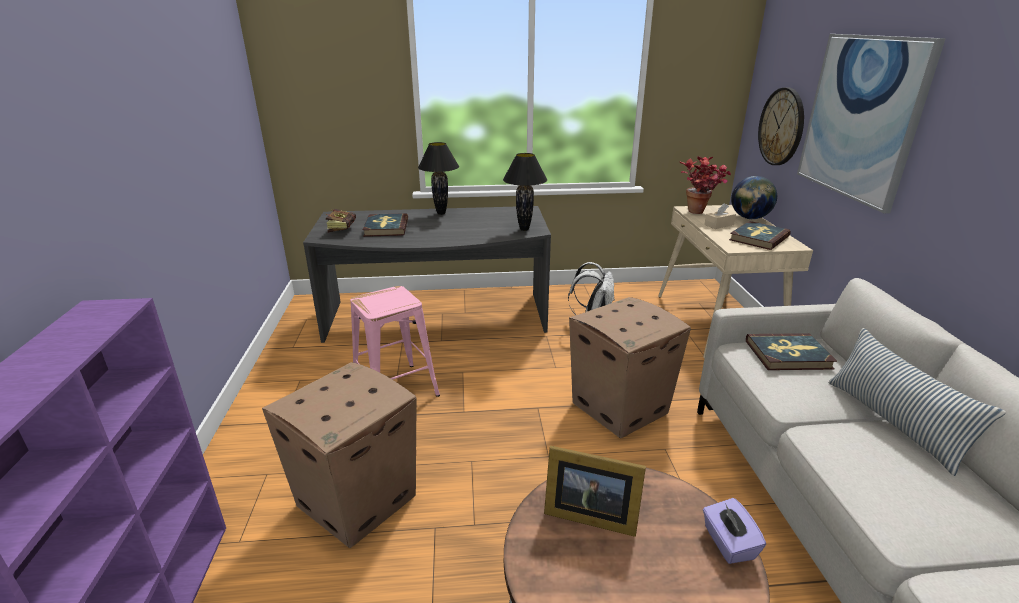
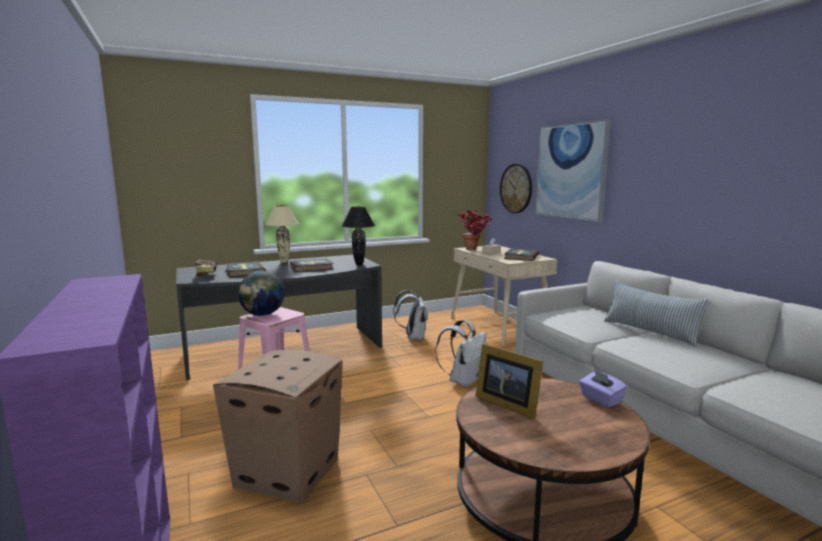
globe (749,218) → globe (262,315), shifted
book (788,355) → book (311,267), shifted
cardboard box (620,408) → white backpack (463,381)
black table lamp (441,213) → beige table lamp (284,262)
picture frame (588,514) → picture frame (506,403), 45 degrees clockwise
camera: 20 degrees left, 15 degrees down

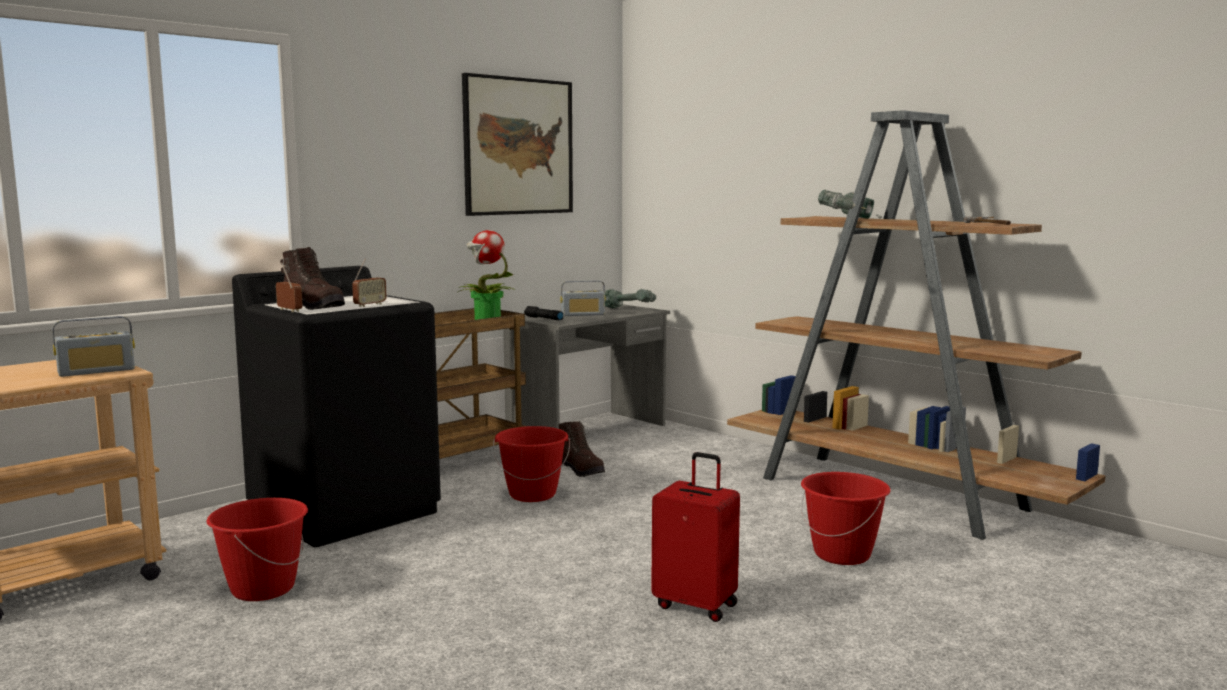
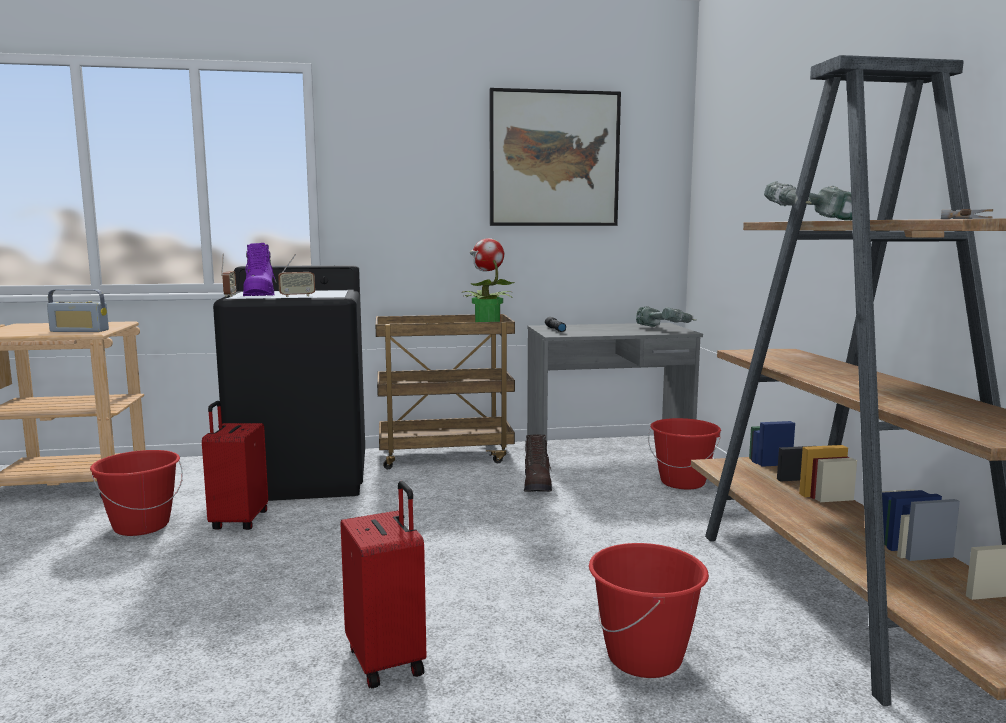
radio (583,314) → -
- → red suitcase (238,521)
red bucket (532,494) → red bucket (683,482), shifted
brown boot (315,306) → purple boot (260,294)
camera: 35 degrees right, 0 degrees up

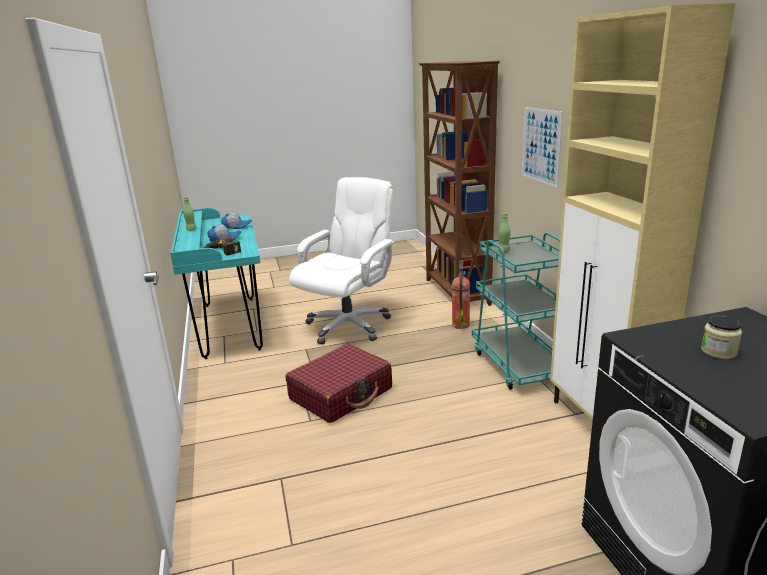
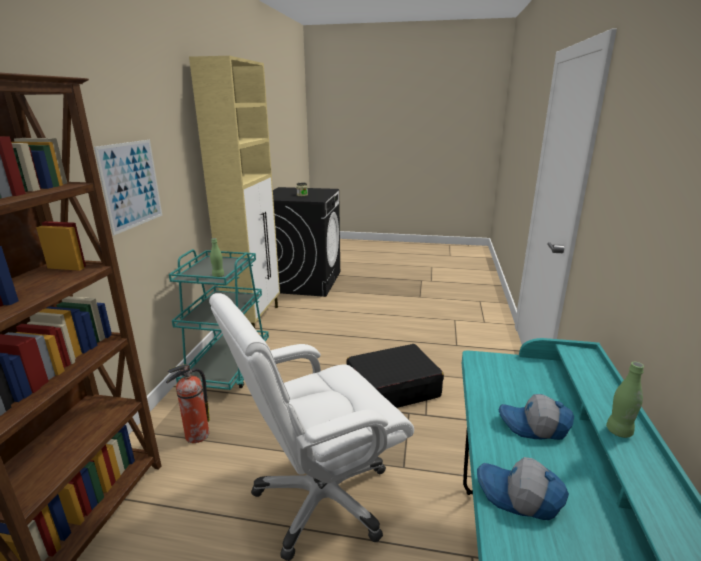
power drill (223,251) → -
red suitcase (341,394) → black suitcase (392,388)
camera: 155 degrees left, 0 degrees up

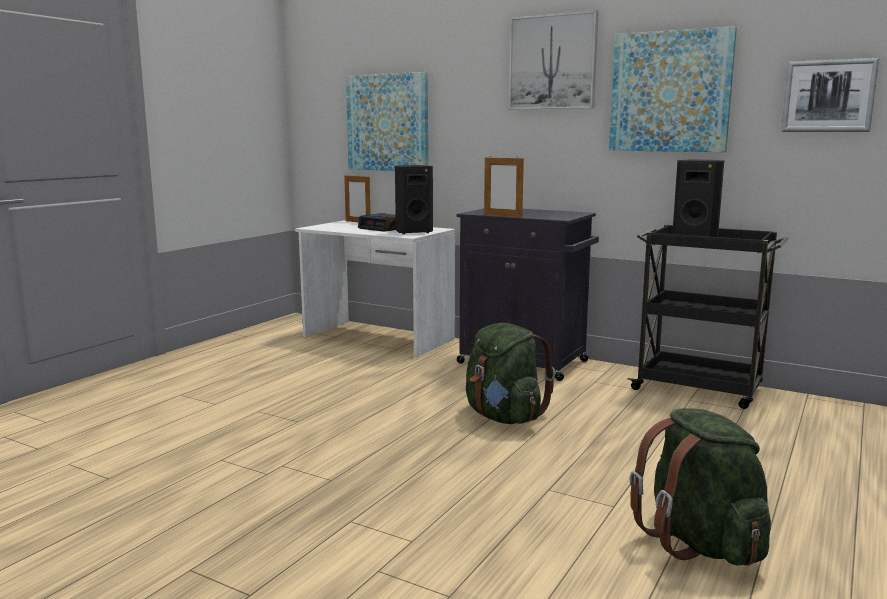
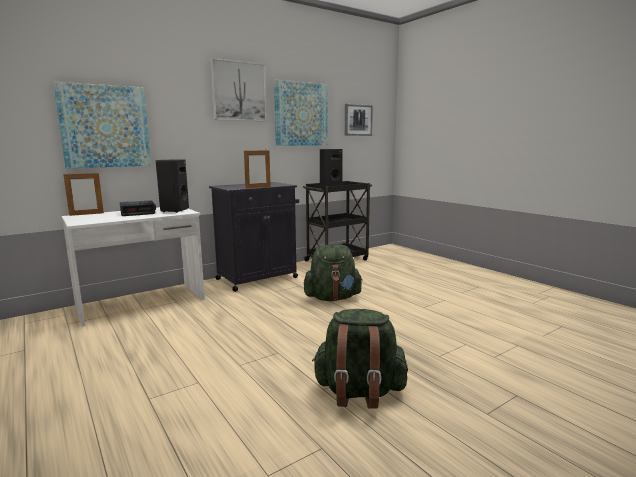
green backpack (700,542) → green backpack (359,392), shifted
camera: 65 degrees left, 0 degrees up

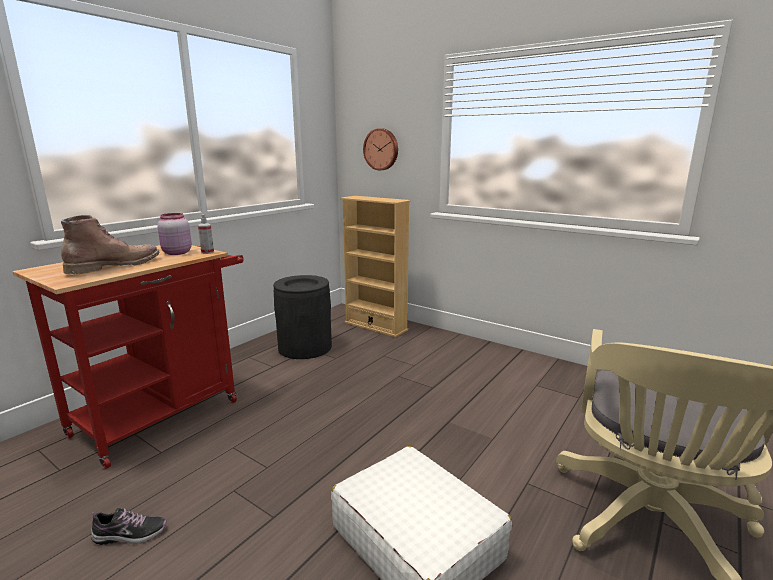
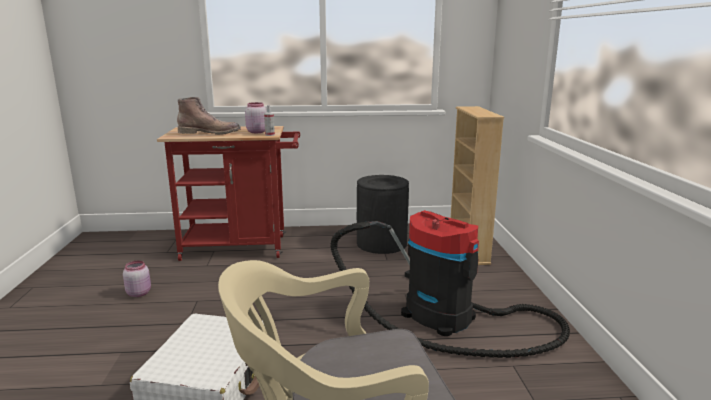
wall clock (381,149) → -
- → vacuum cleaner (446,319)
shoe (130,534) → pink jar (139,293)
camera: 50 degrees right, 0 degrees up

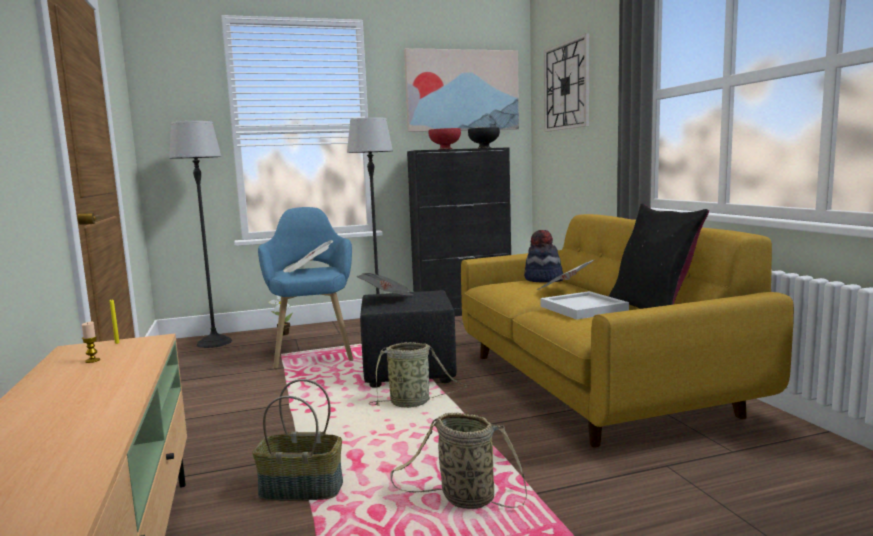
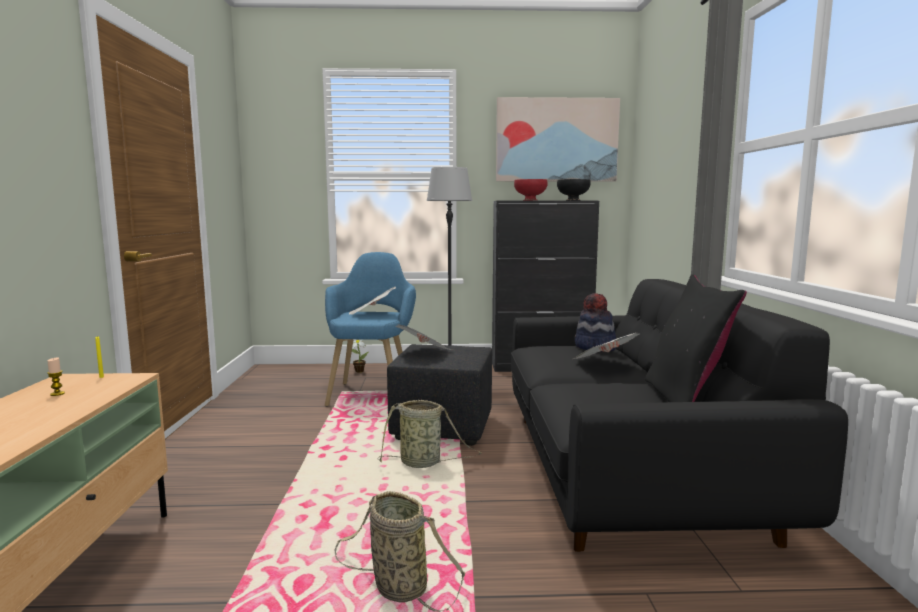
floor lamp (215,342) → -
basket (300,490) → -
white tray (582,308) → -
wall clock (566,86) → -
yellow sofa (592,383) → black sofa (624,470)
camera: 15 degrees right, 0 degrees up

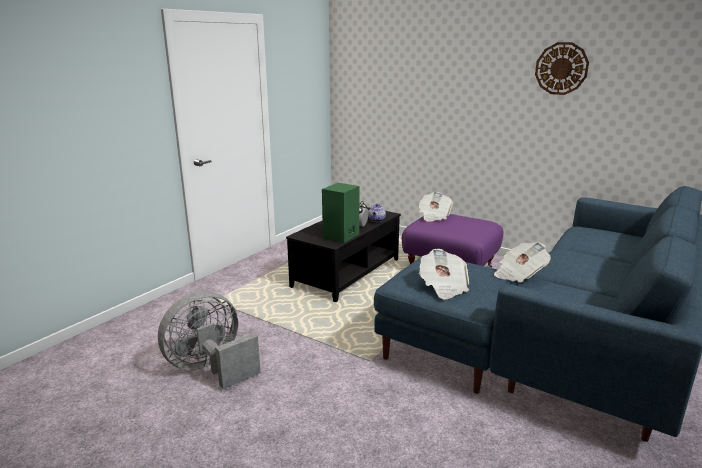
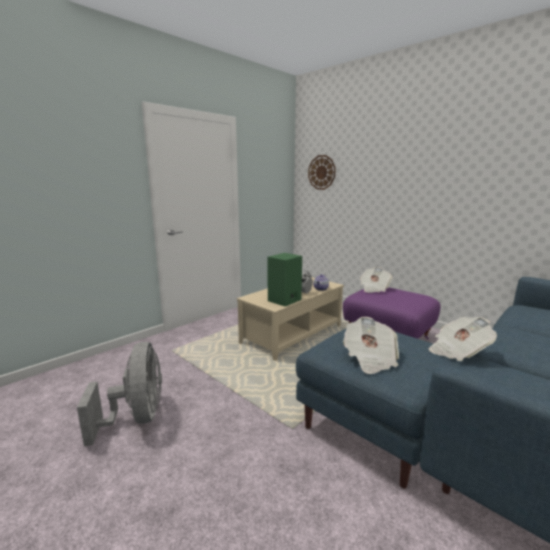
wall clock (561,68) → wall clock (321,172), shifted
black coffee table (347,273) → beige coffee table (293,334)
grey fan (211,368) → grey fan (137,418), 105 degrees clockwise
camera: 10 degrees right, 5 degrees down

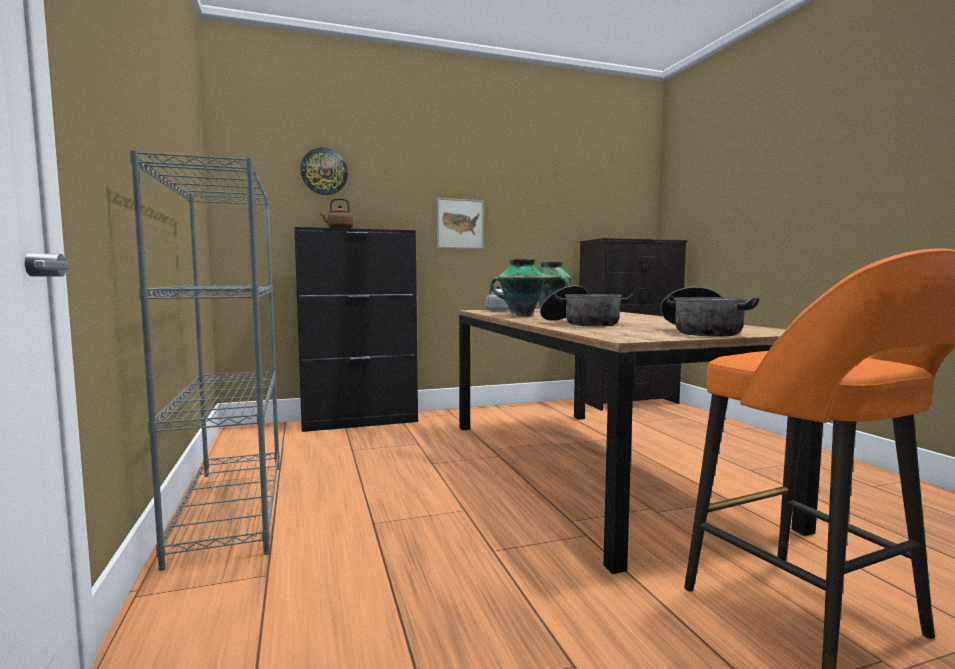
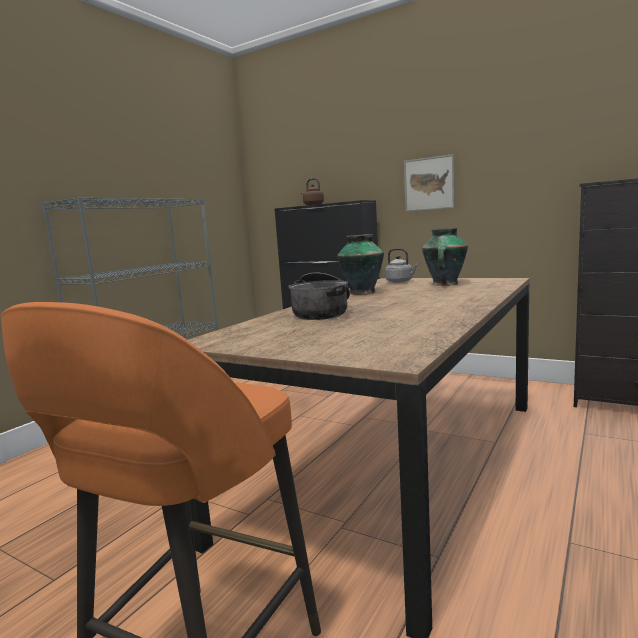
wall clock (324,171) → -
cooking pot (702,332) → -
camera: 50 degrees right, 5 degrees up

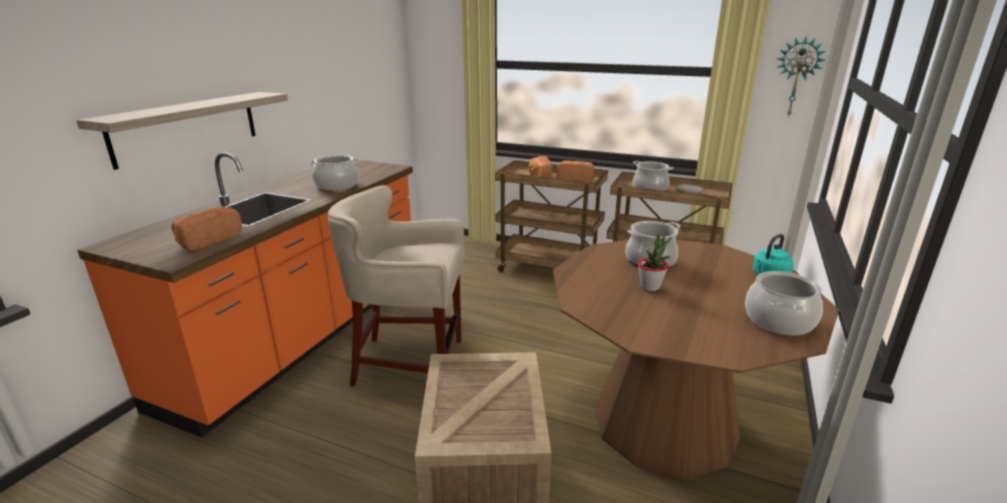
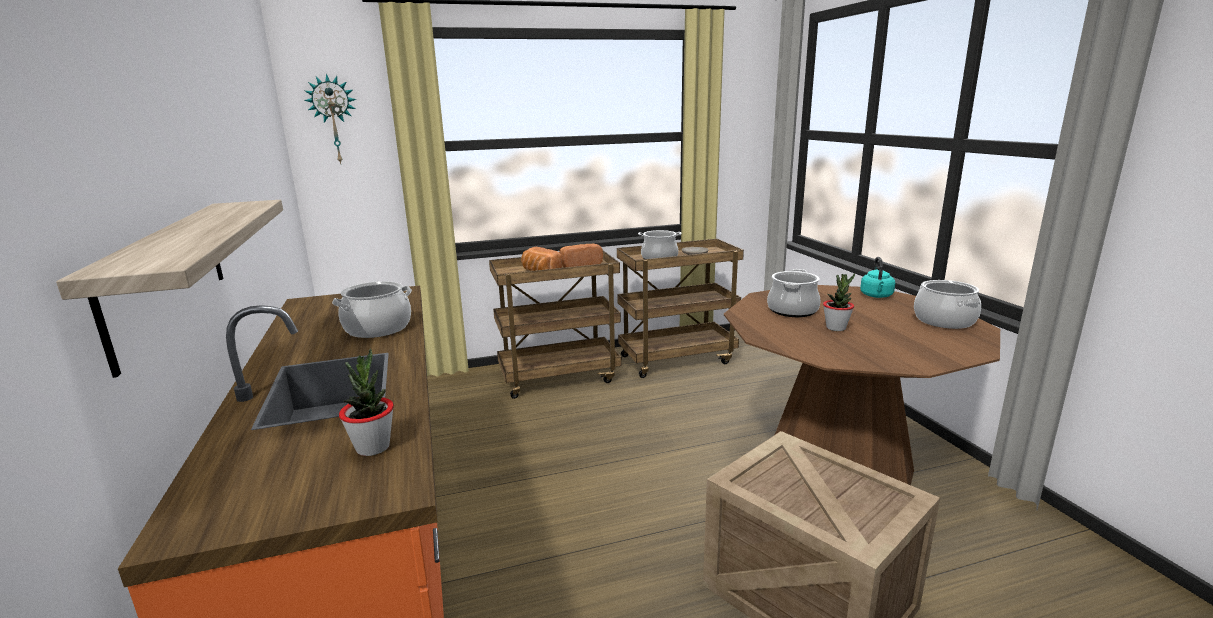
beige stool (410,364) → -
wall clock (796,77) → wall clock (334,120), shifted
bread (208,241) → potted plant (373,447)
camera: 40 degrees left, 5 degrees down

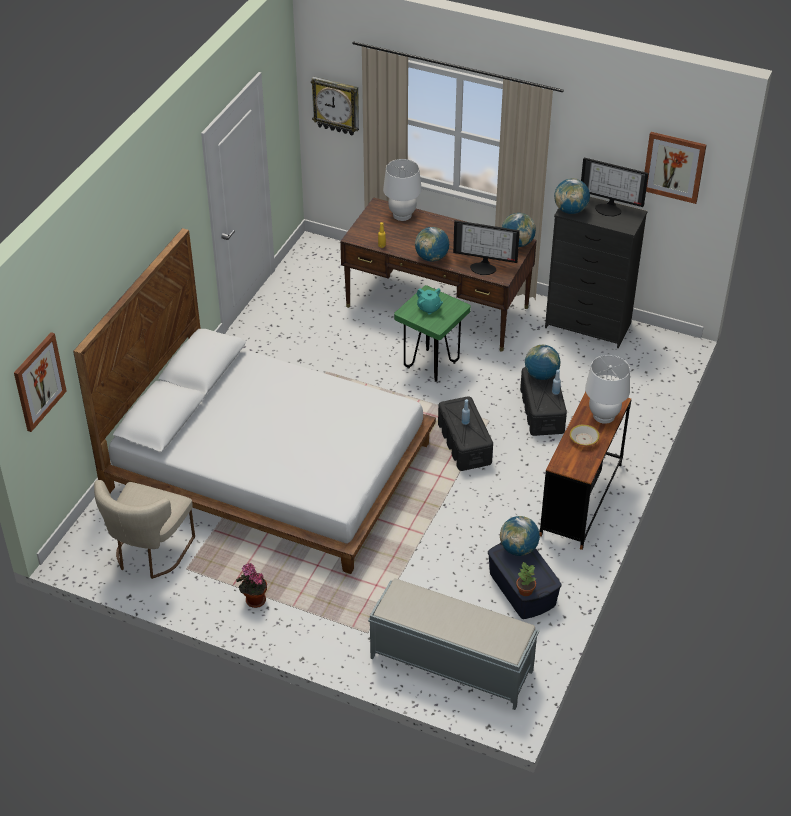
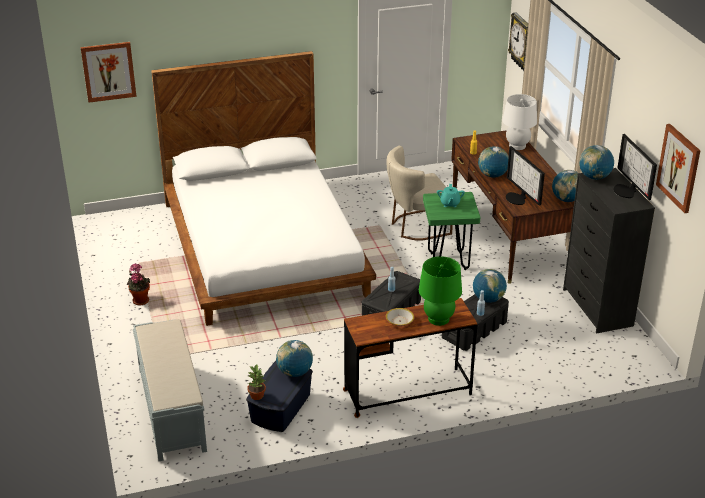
beige chair (149,553) → beige chair (416,226), shifted
white table lamp (604,416) → green table lamp (438,319)
camera: 50 degrees right, 10 degrees down

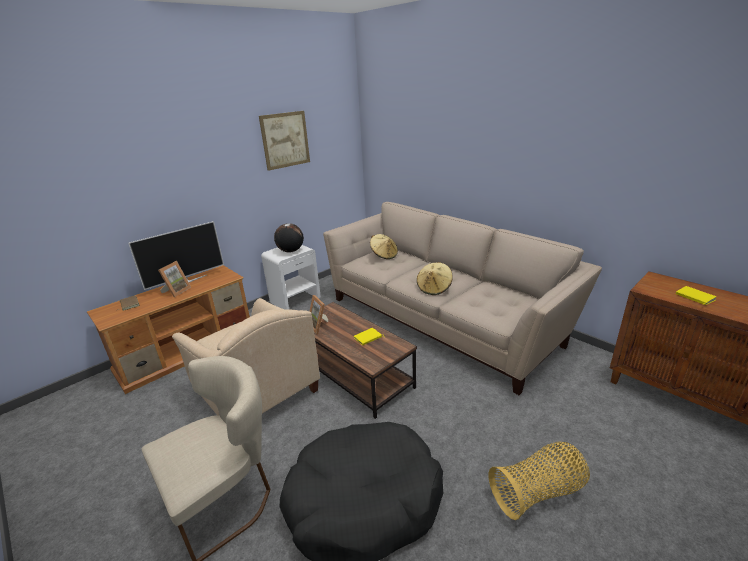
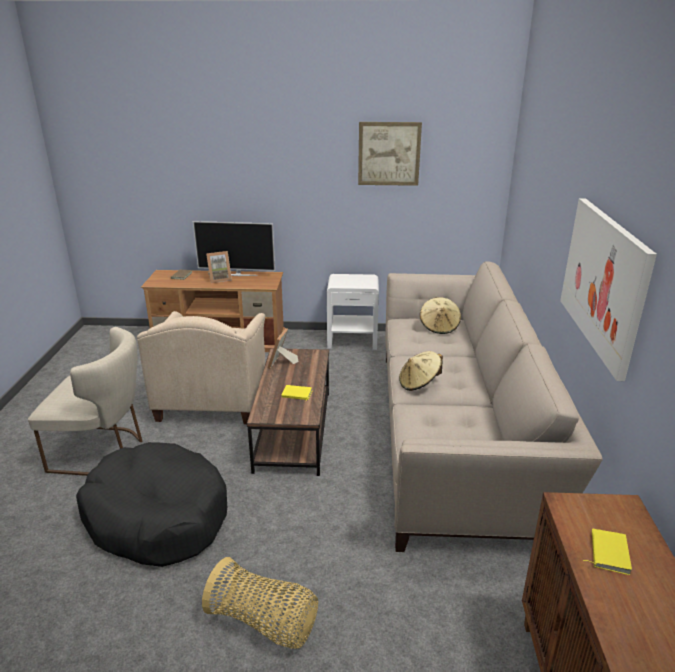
globe (290,251) → -
- → picture (603,281)
camera: 45 degrees right, 0 degrees up

